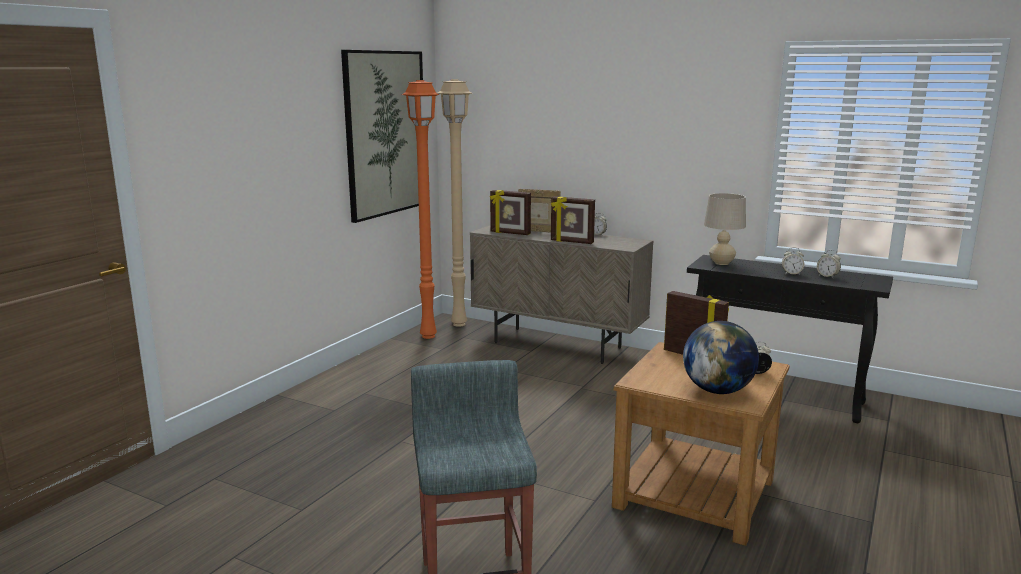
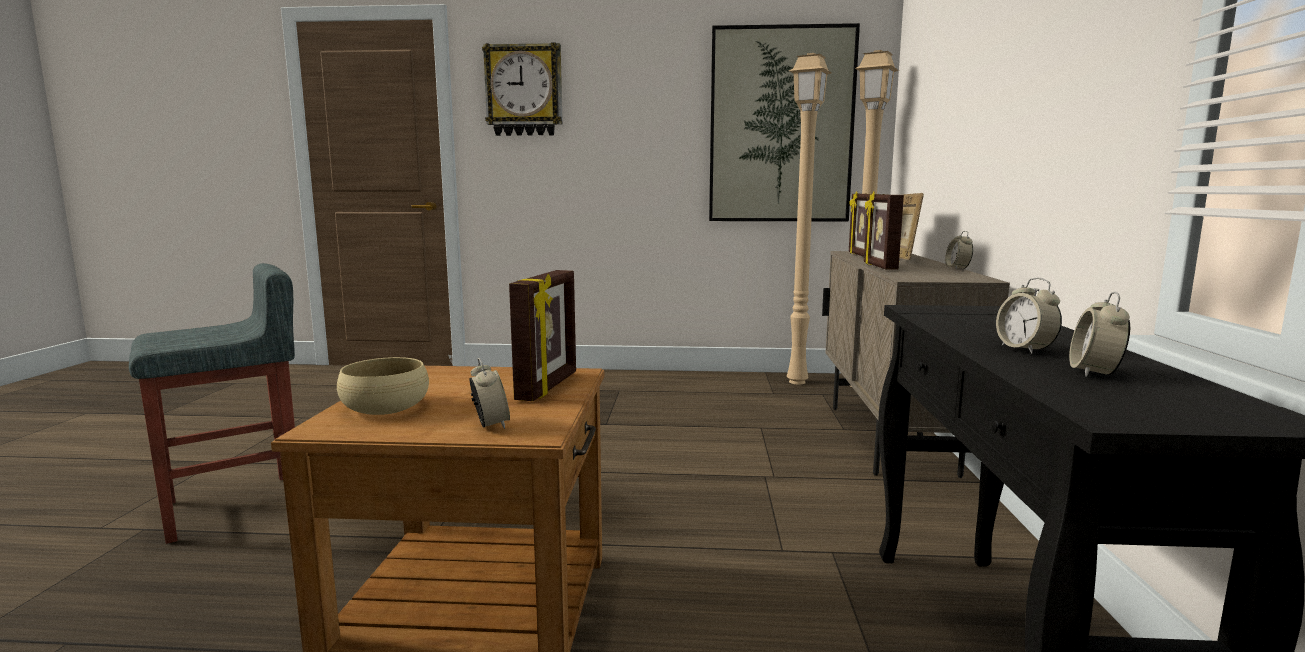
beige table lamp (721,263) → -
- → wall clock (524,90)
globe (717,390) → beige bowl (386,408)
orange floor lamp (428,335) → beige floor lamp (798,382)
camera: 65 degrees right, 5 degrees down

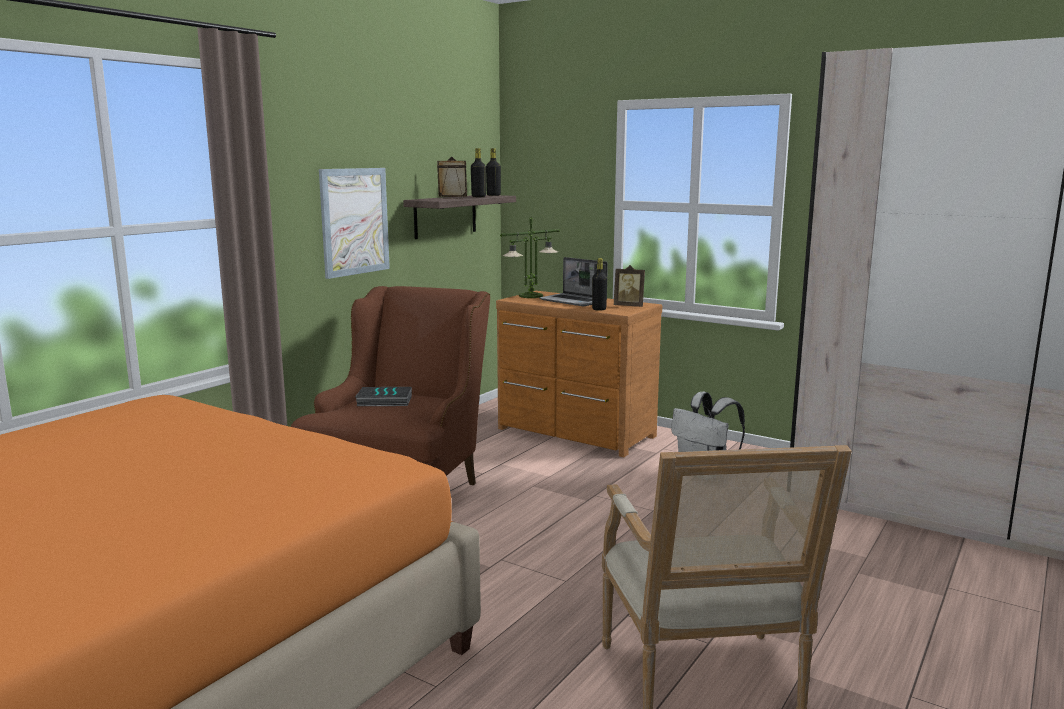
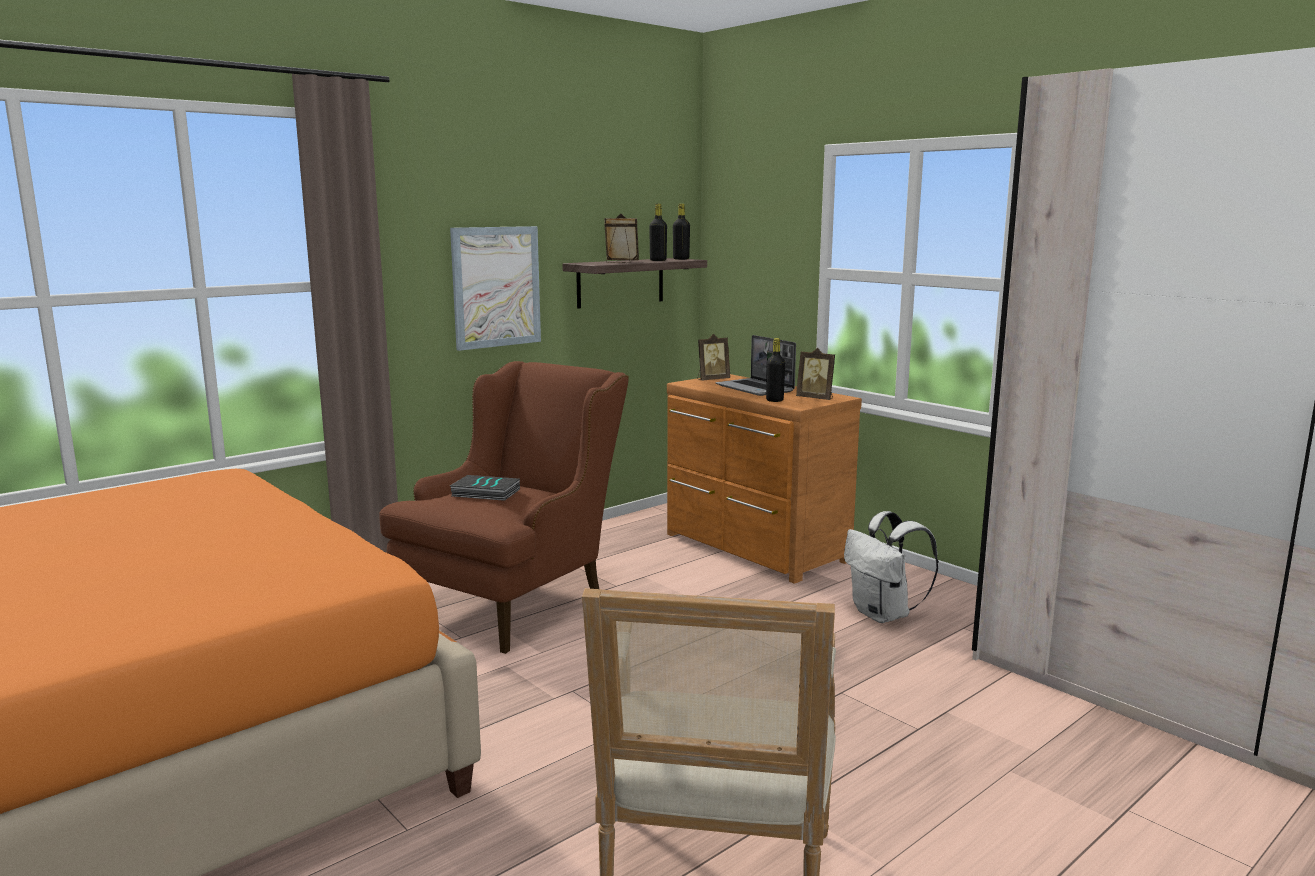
table lamp (530,296) → picture frame (712,380)
camera: 15 degrees right, 0 degrees up

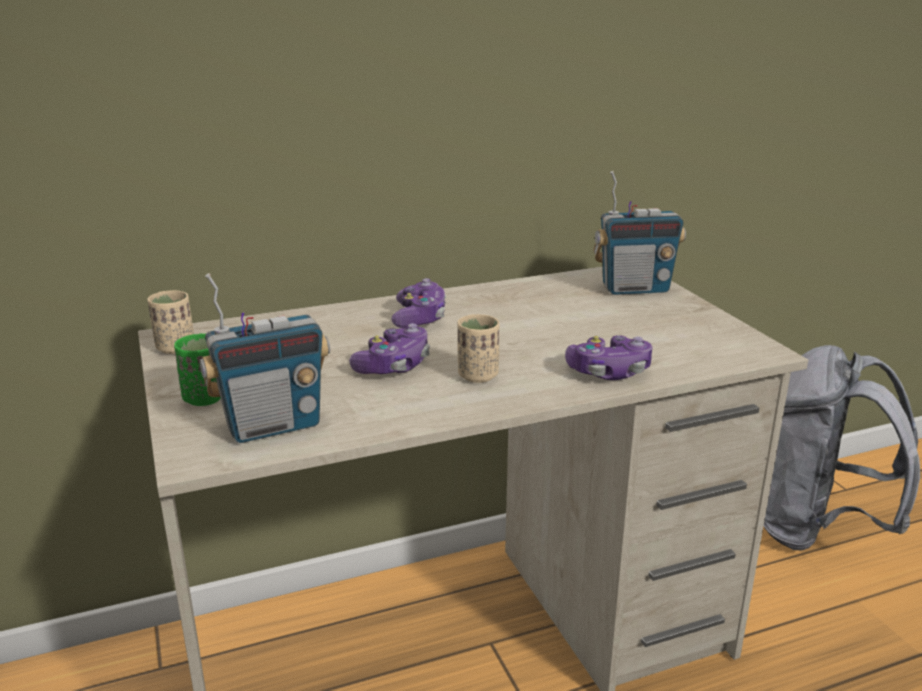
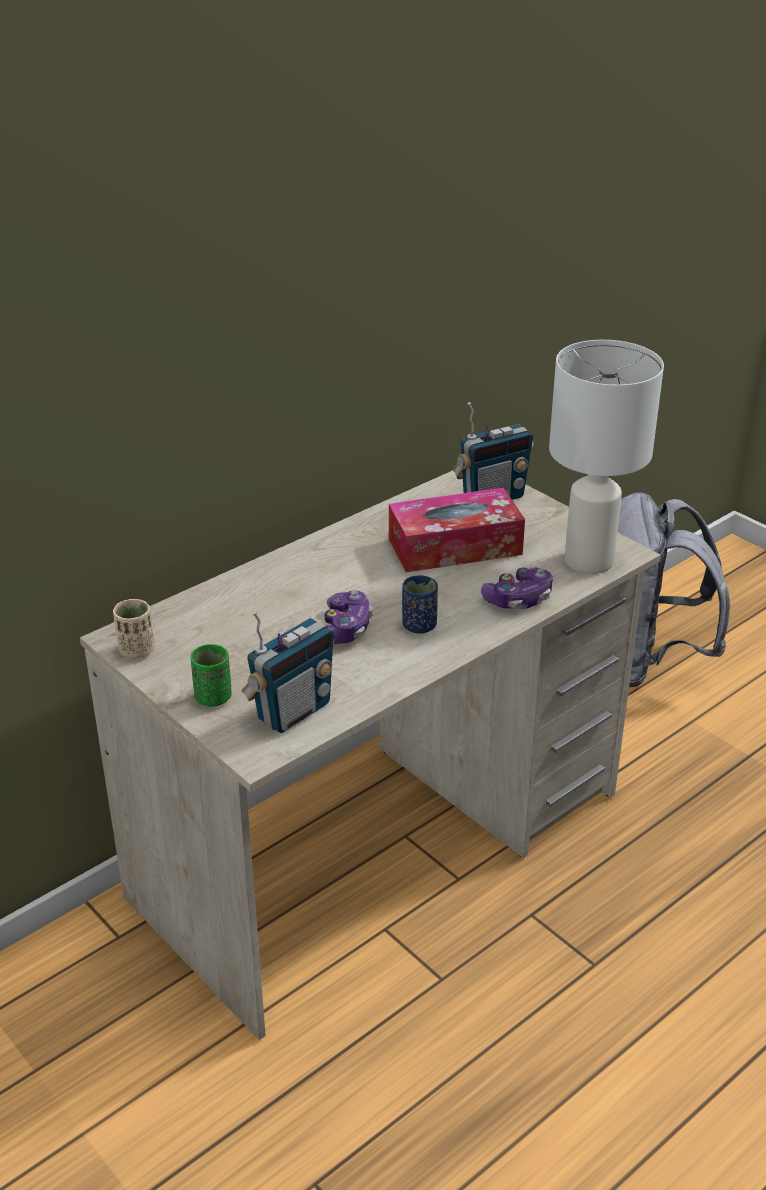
game controller (419,318) → -
- → tissue box (455,546)
- → white table lamp (589,560)
beige cup (478,376) → blue cup (419,626)
camera: 20 degrees left, 10 degrees up

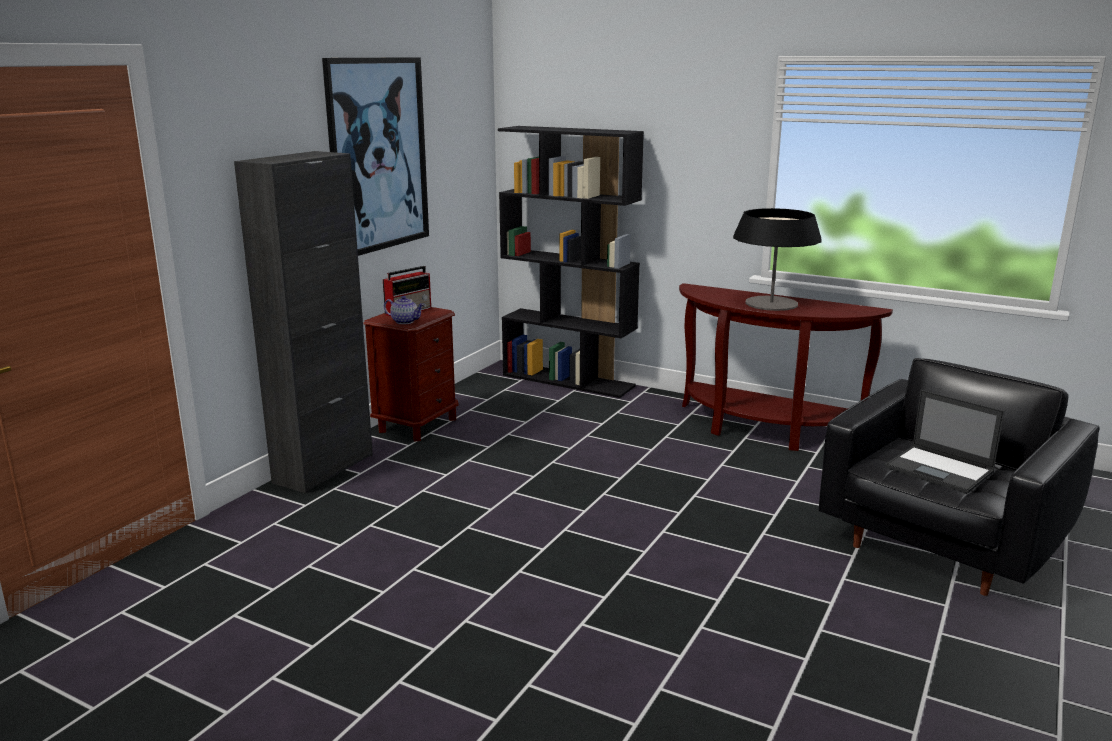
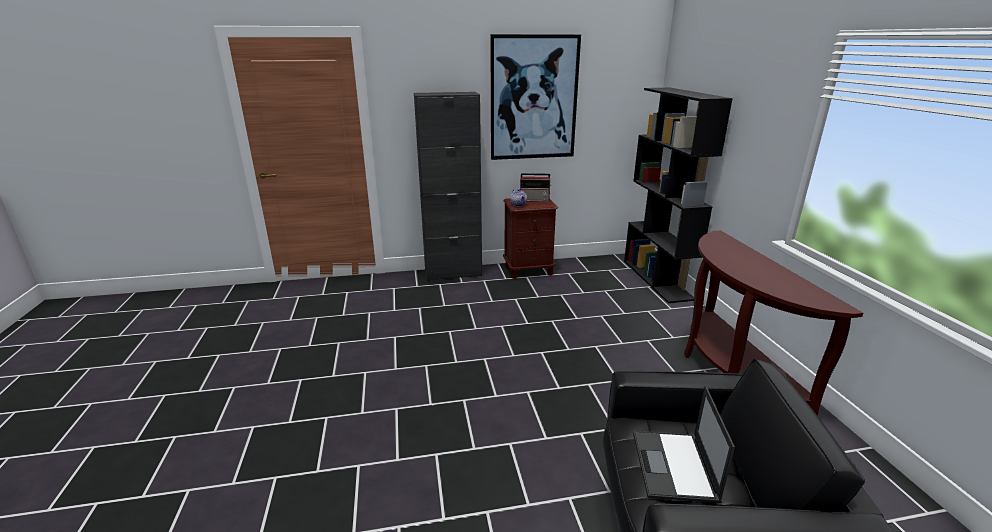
table lamp (771,303) → -
camera: 50 degrees right, 5 degrees up

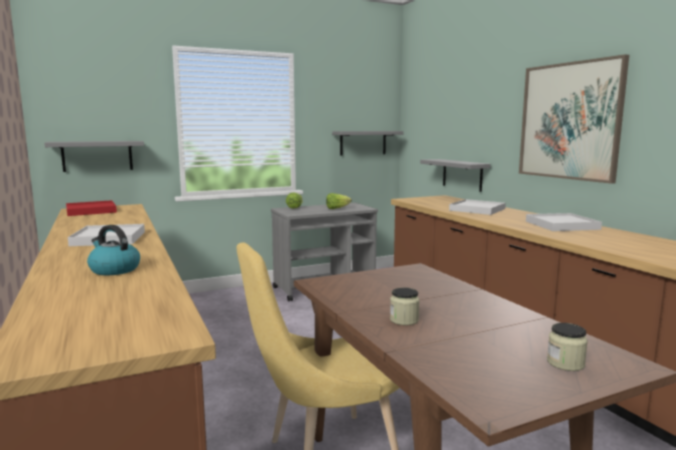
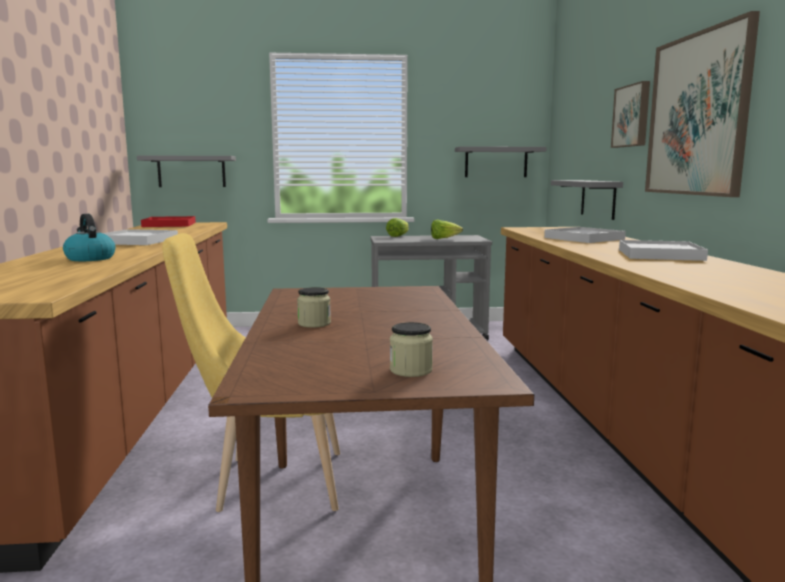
- → picture (632,116)
camera: 20 degrees right, 0 degrees up

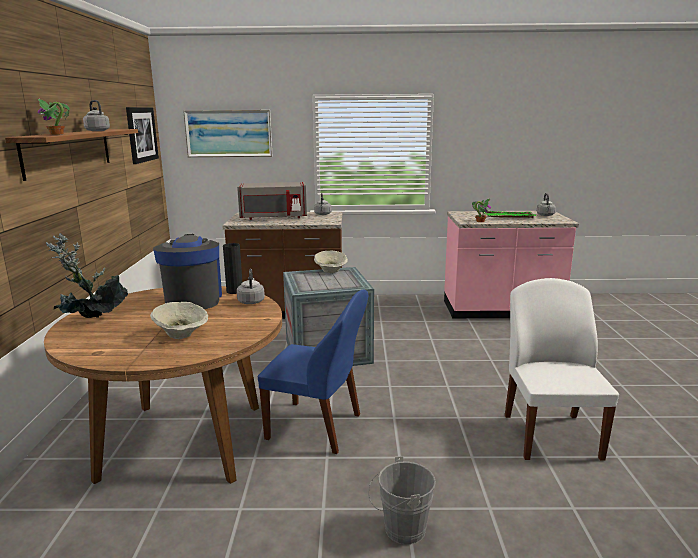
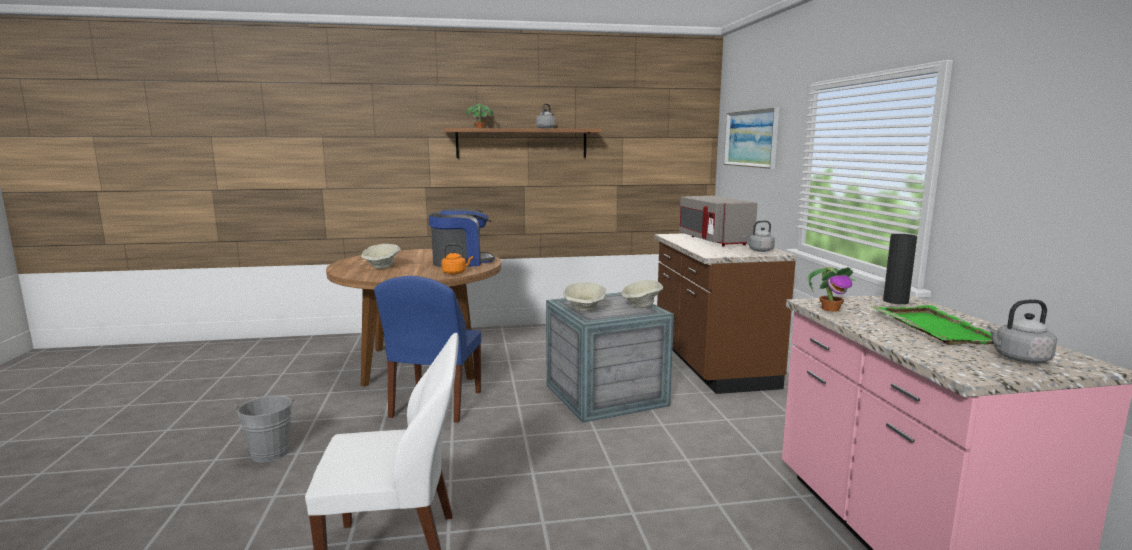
potted plant (91,321) → -
picture (141,134) → -
- → beige bowl (585,309)
black vase (234,291) → black vase (895,301), shifted
grey kettle (251,301) → orange kettle (455,273)
camera: 80 degrees right, 5 degrees down

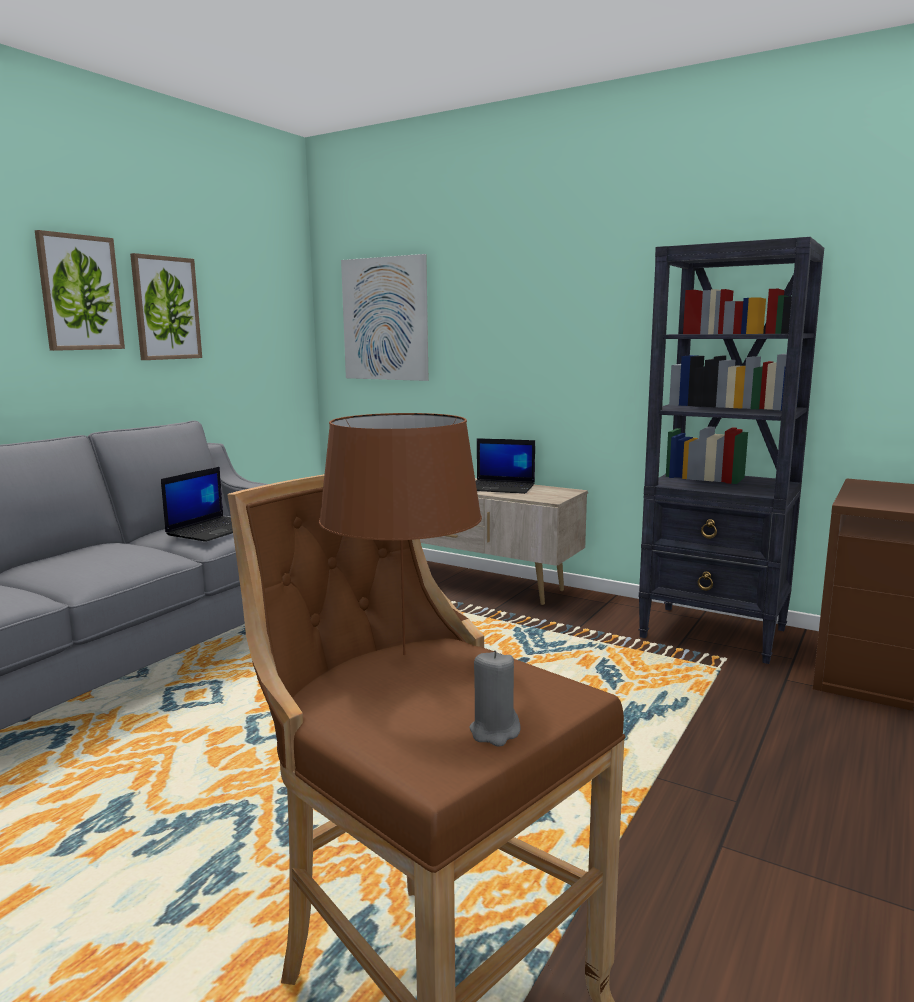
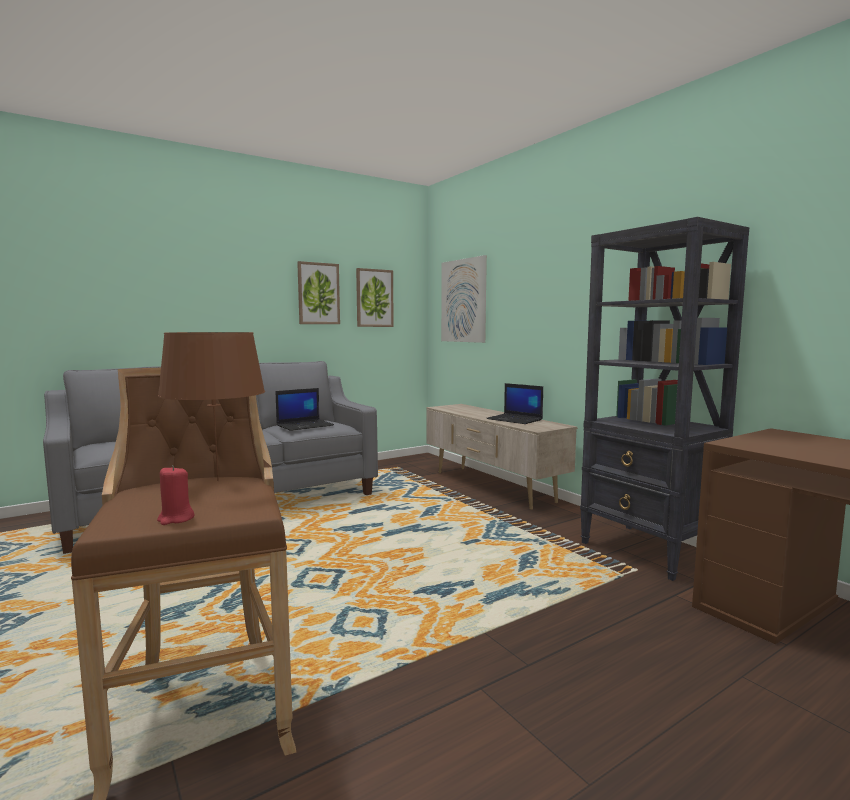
picture (80,293) → picture (374,298), shifted
grey candle (494,732) → red candle (176,519)
camera: 25 degrees right, 5 degrees down

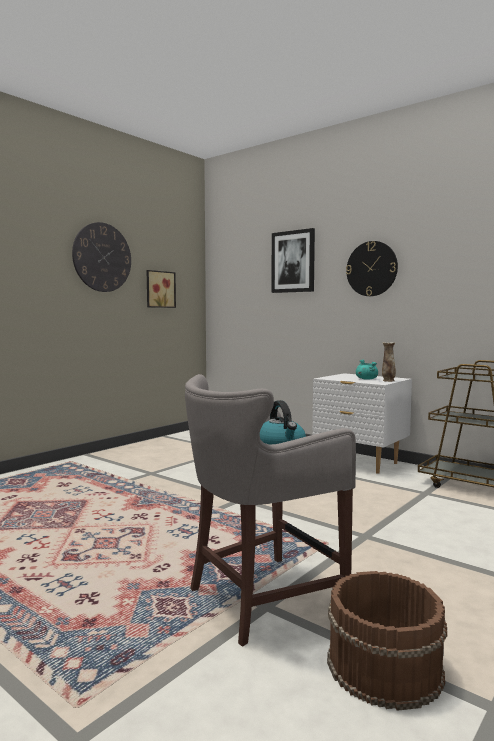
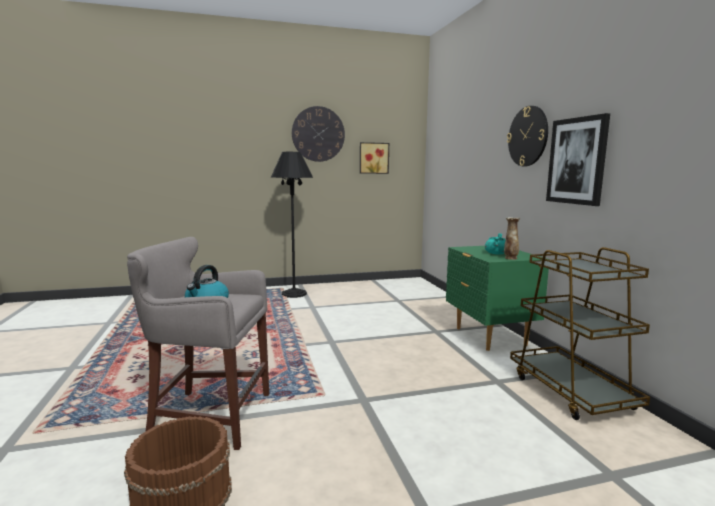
- → black floor lamp (294,294)
picture (293,261) → picture (577,161), shifted
white nightstand (360,463) → green nightstand (489,337)
camera: 35 degrees right, 5 degrees up

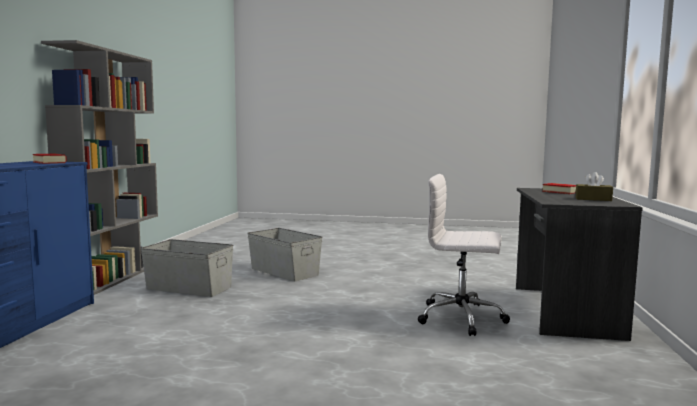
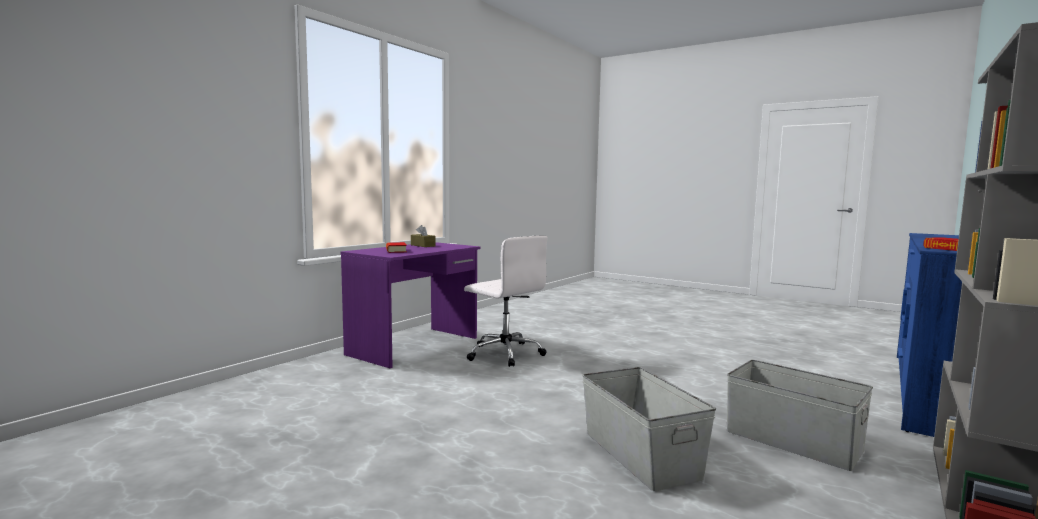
grey desk (563,311) → purple desk (415,346)
camera: 155 degrees left, 0 degrees up

